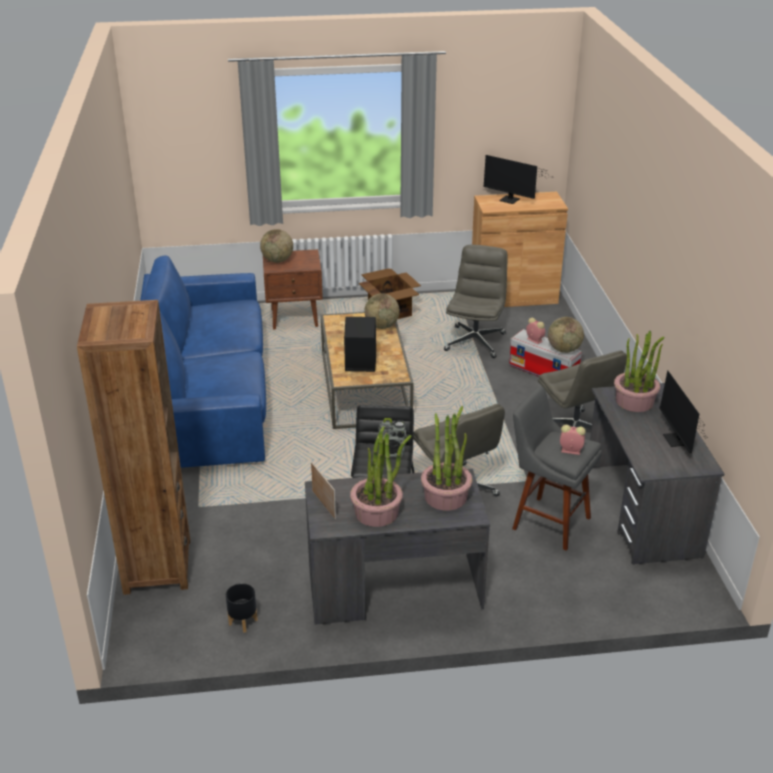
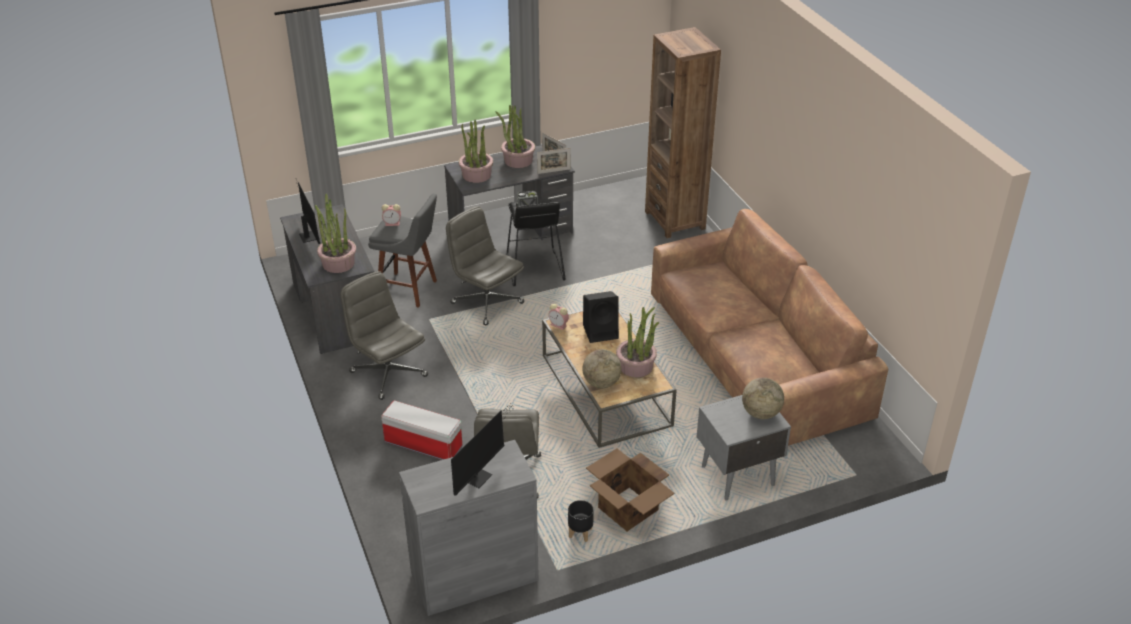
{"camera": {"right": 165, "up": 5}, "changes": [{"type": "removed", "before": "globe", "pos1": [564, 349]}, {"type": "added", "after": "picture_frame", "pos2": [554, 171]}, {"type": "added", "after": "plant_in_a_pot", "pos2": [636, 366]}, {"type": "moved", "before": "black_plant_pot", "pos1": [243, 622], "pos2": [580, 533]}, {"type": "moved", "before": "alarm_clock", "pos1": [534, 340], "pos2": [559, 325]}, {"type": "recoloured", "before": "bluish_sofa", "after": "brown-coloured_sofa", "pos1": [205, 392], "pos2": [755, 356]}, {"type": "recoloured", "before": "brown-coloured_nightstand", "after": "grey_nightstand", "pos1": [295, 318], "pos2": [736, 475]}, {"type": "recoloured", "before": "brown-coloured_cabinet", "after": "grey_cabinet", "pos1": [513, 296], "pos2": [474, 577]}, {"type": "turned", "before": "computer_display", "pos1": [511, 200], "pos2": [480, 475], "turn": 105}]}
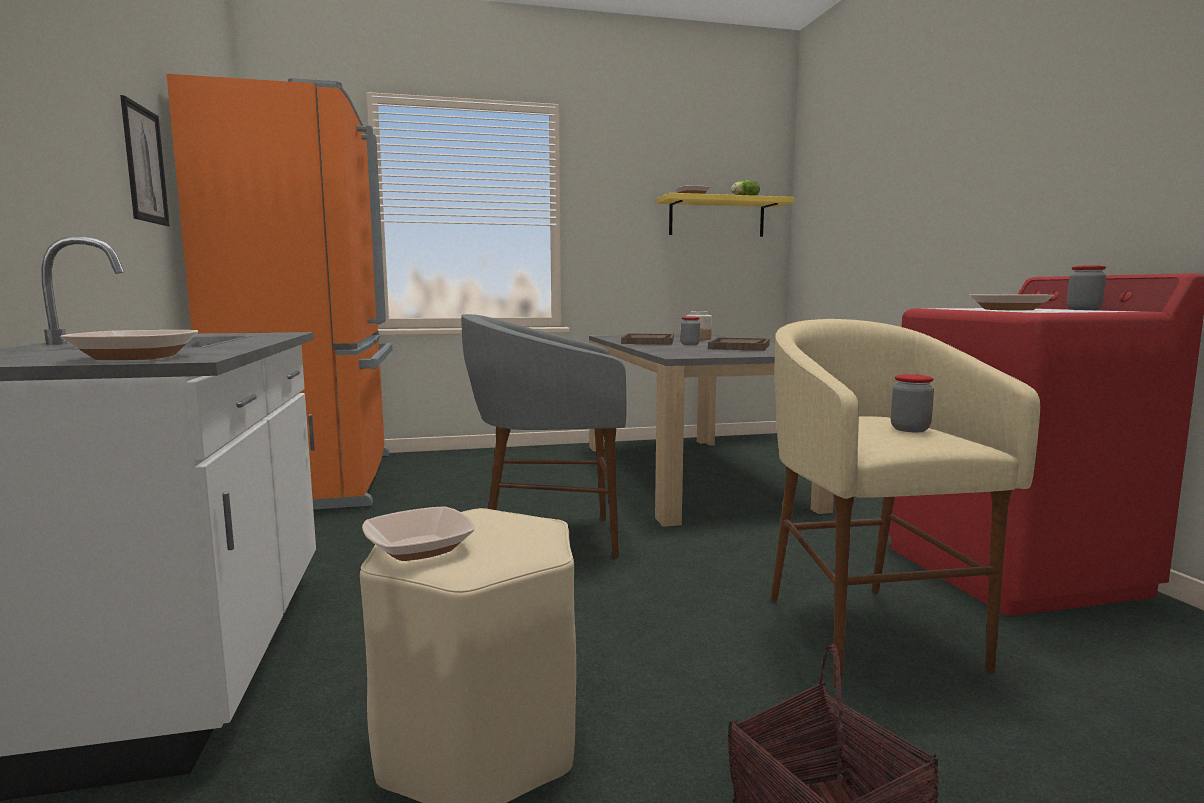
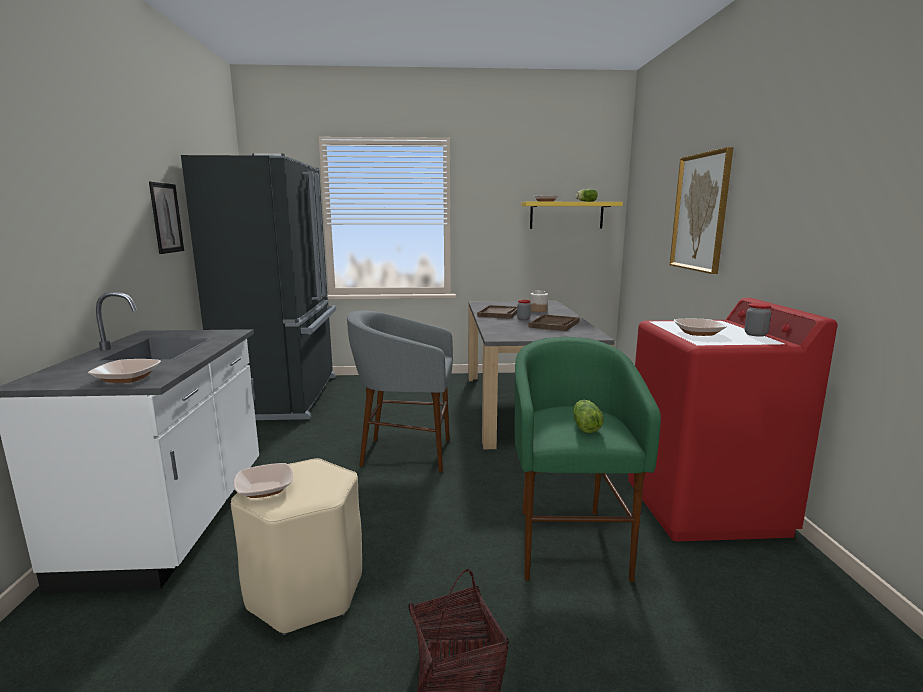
{"camera": {"right": 10, "up": 5}, "changes": [{"type": "added", "after": "wall_picture", "pos2": [700, 212]}, {"type": "replaced", "before": "jar", "after": "lettuce_head", "pos1": [910, 429], "pos2": [585, 426]}, {"type": "recoloured", "before": "orangey_kitchen_fridge", "after": "black_kitchen_fridge", "pos1": [318, 481], "pos2": [285, 396]}, {"type": "recoloured", "before": "sand-coloured_stool", "after": "green_stool", "pos1": [864, 631], "pos2": [568, 543]}]}
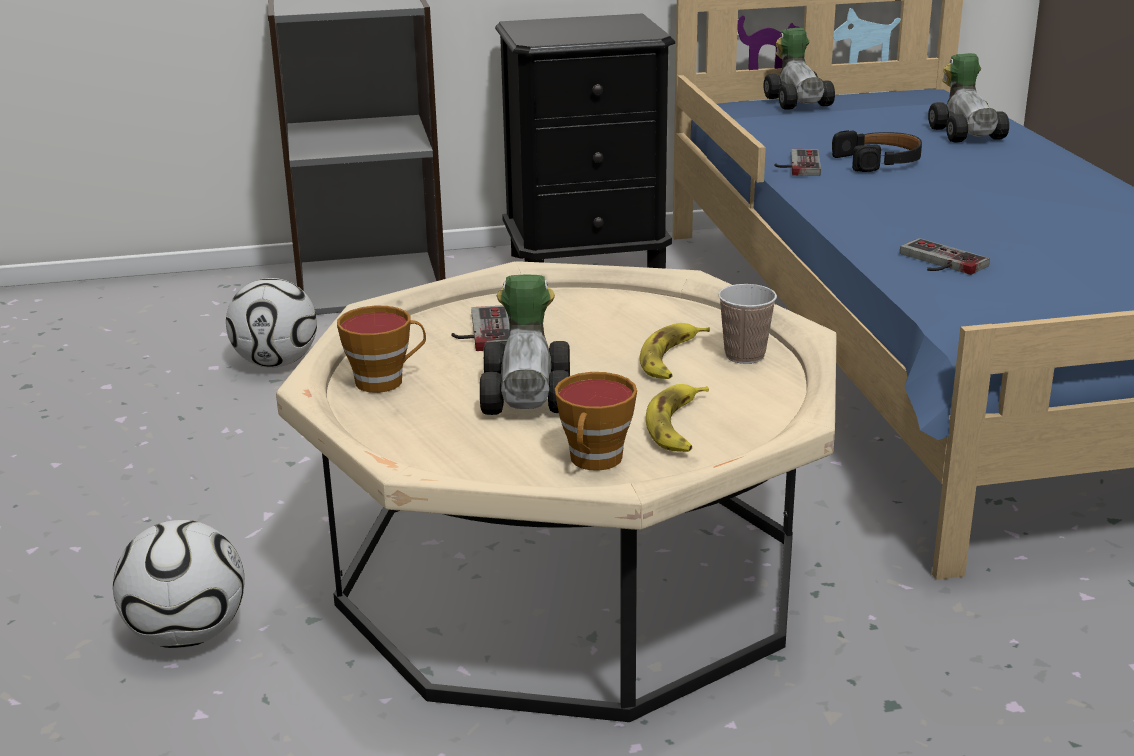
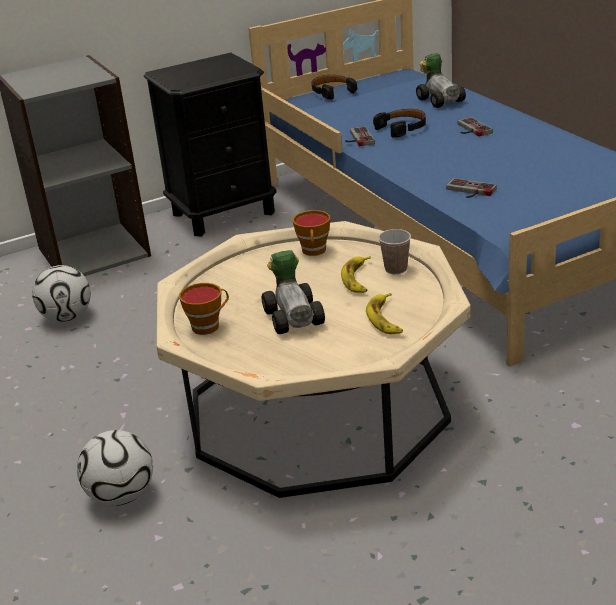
{"camera": {"right": -15, "up": 5}, "changes": [{"type": "moved", "before": "game_controller", "pos1": [480, 332], "pos2": [470, 129]}, {"type": "moved", "before": "cup", "pos1": [595, 461], "pos2": [314, 251]}, {"type": "replaced", "before": "miniature_car", "after": "black_pair_of_headphones", "pos1": [798, 101], "pos2": [332, 91]}]}
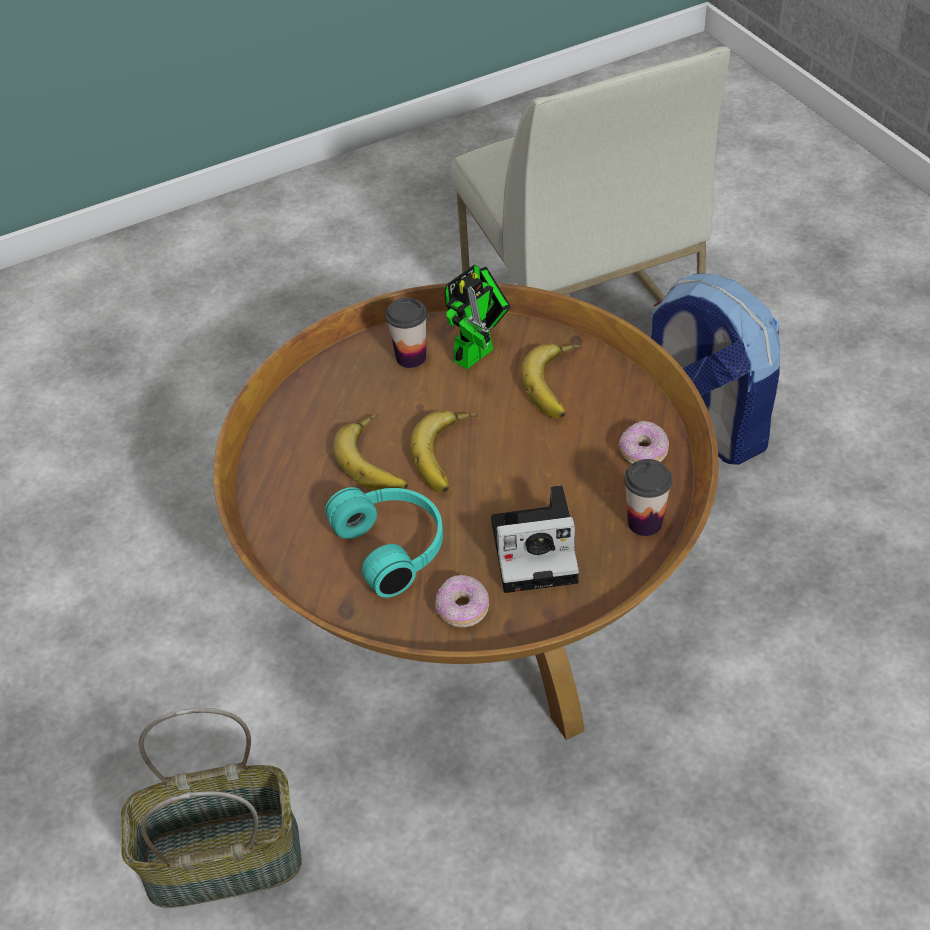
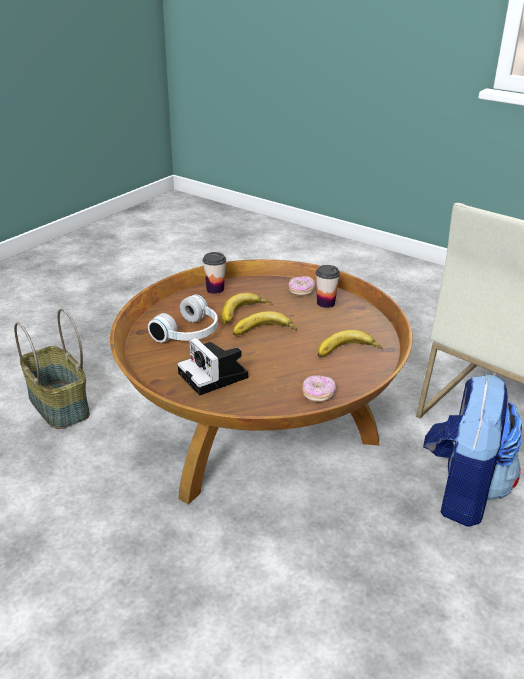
{"camera": {"right": 60, "up": -15}, "changes": [{"type": "removed", "before": "model_robot", "pos1": [478, 351]}, {"type": "moved", "before": "doughnut", "pos1": [462, 609], "pos2": [301, 291]}, {"type": "moved", "before": "cup", "pos1": [644, 522], "pos2": [215, 289]}, {"type": "recoloured", "before": "blue-green_pair_of_headphones", "after": "white_pair_of_headphones", "pos1": [394, 546], "pos2": [190, 333]}]}
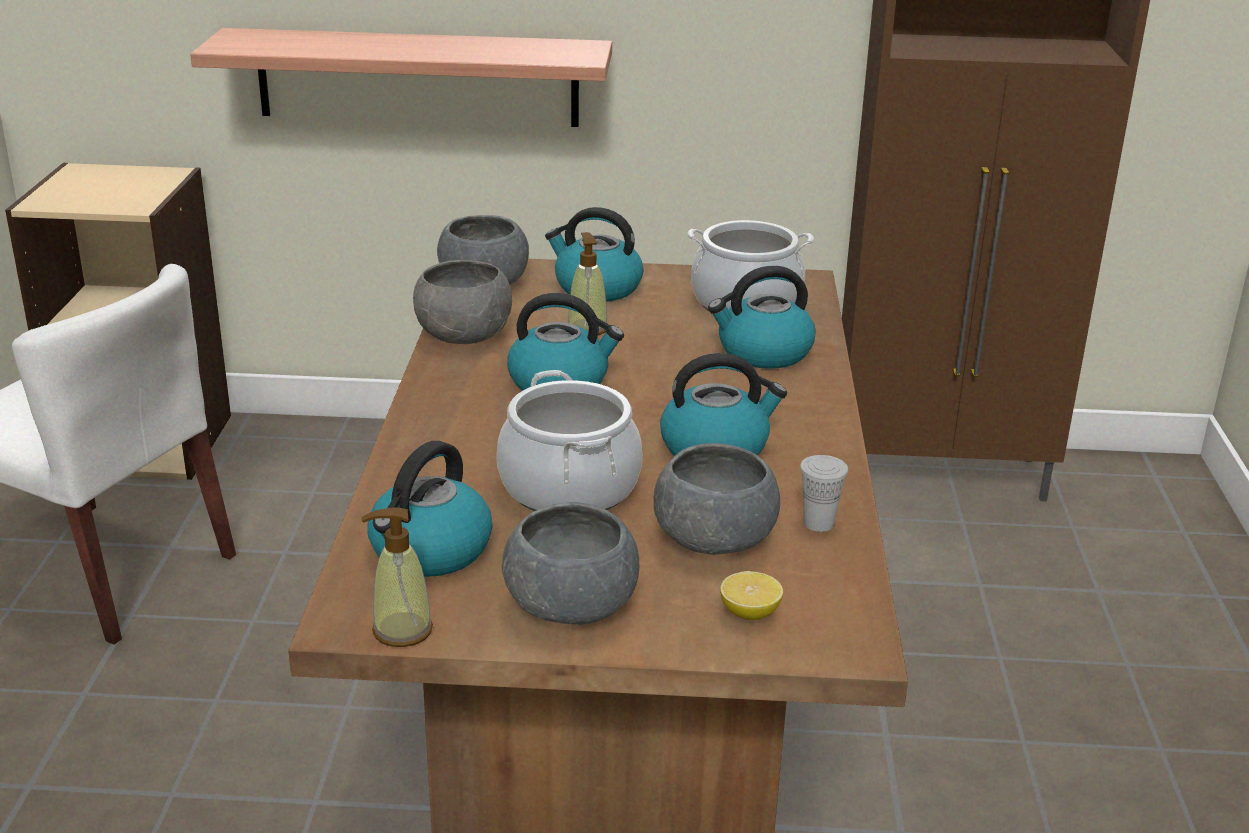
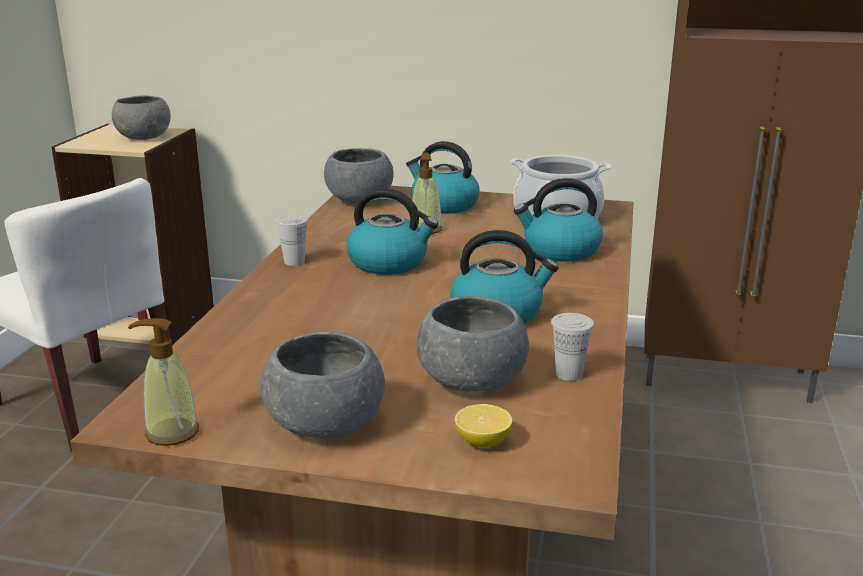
{"camera": {"right": 10, "up": -5}, "changes": [{"type": "removed", "before": "wall_shelf", "pos1": [418, 77]}, {"type": "removed", "before": "water_kettle", "pos1": [430, 551]}, {"type": "removed", "before": "stockpot", "pos1": [569, 487]}, {"type": "added", "after": "white_cup", "pos2": [294, 261]}, {"type": "moved", "before": "grey_deep_dish", "pos1": [465, 336], "pos2": [144, 137]}]}
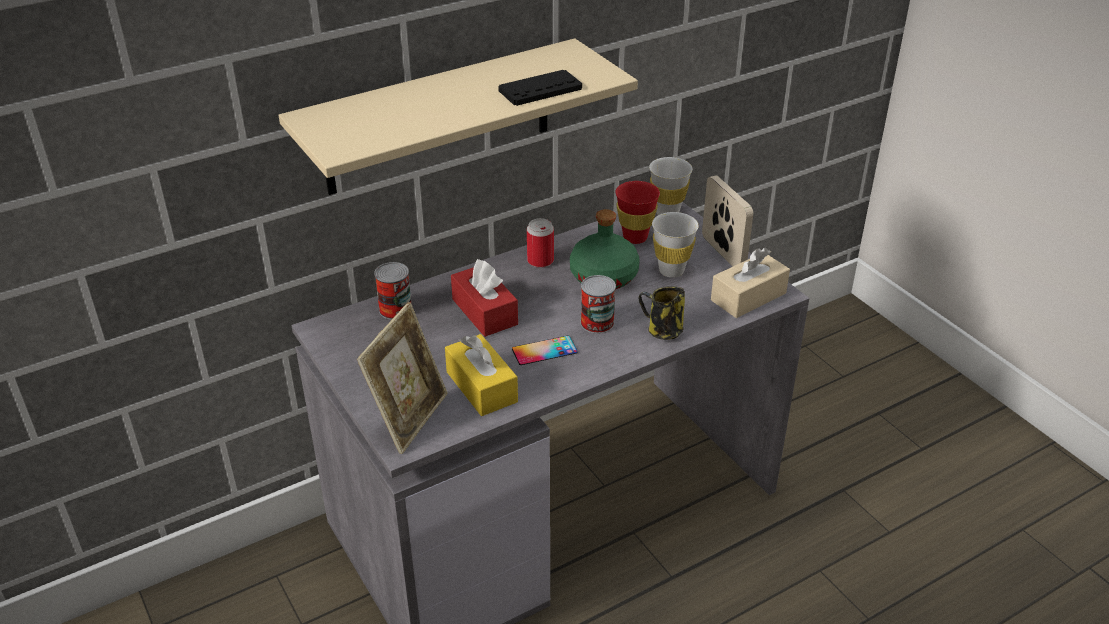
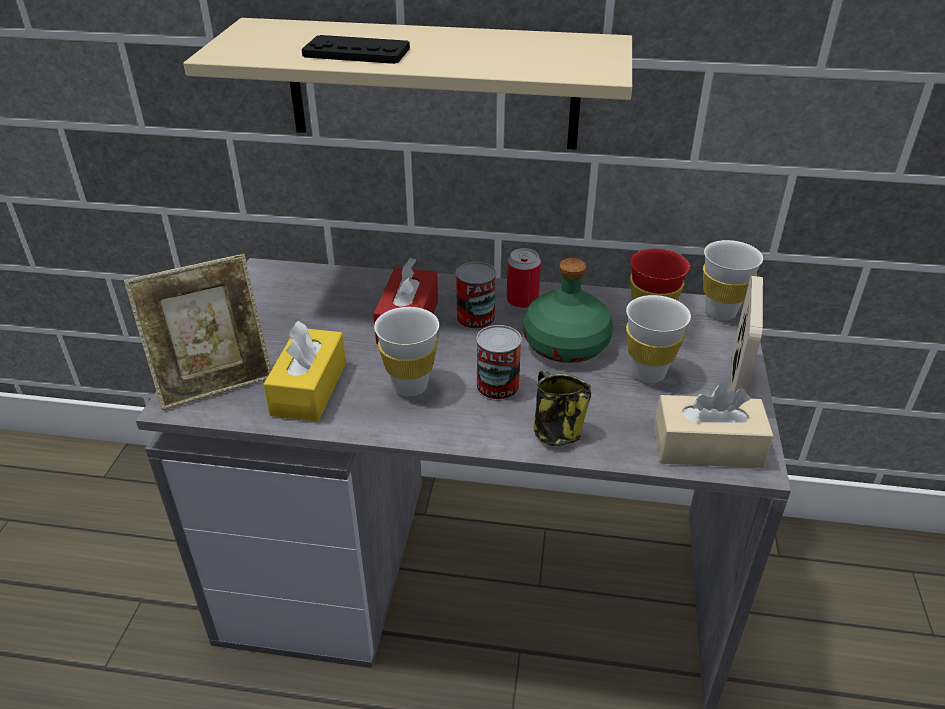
{"camera": {"right": 40, "up": 0}, "changes": [{"type": "moved", "before": "can", "pos1": [395, 309], "pos2": [475, 318]}, {"type": "moved", "before": "black_game_controller", "pos1": [540, 89], "pos2": [356, 52]}, {"type": "replaced", "before": "telephone", "after": "white_cup", "pos1": [544, 351], "pos2": [410, 386]}]}
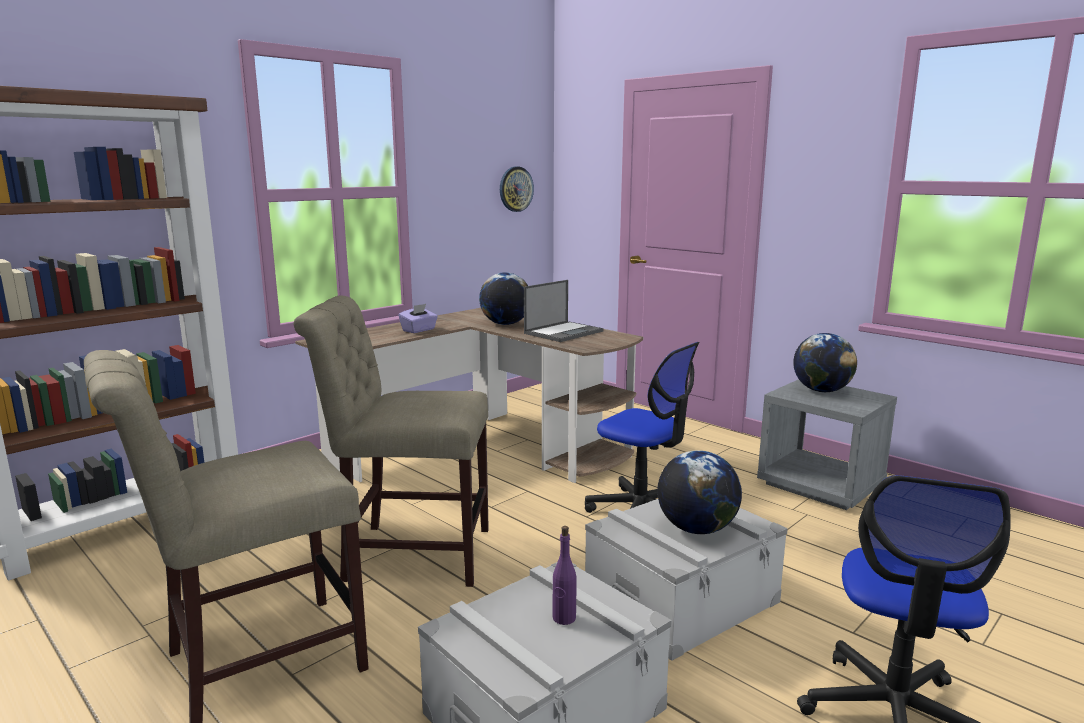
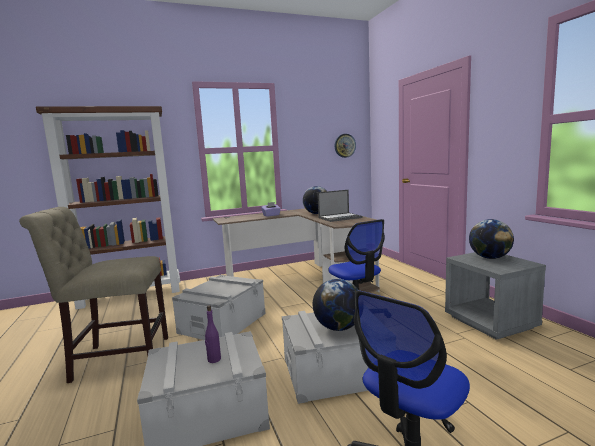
{"camera": {"right": 25, "up": -5}, "changes": [{"type": "replaced", "before": "sand-coloured_upright_chair", "after": "grey_storage_bin", "pos1": [409, 553], "pos2": [223, 323]}]}
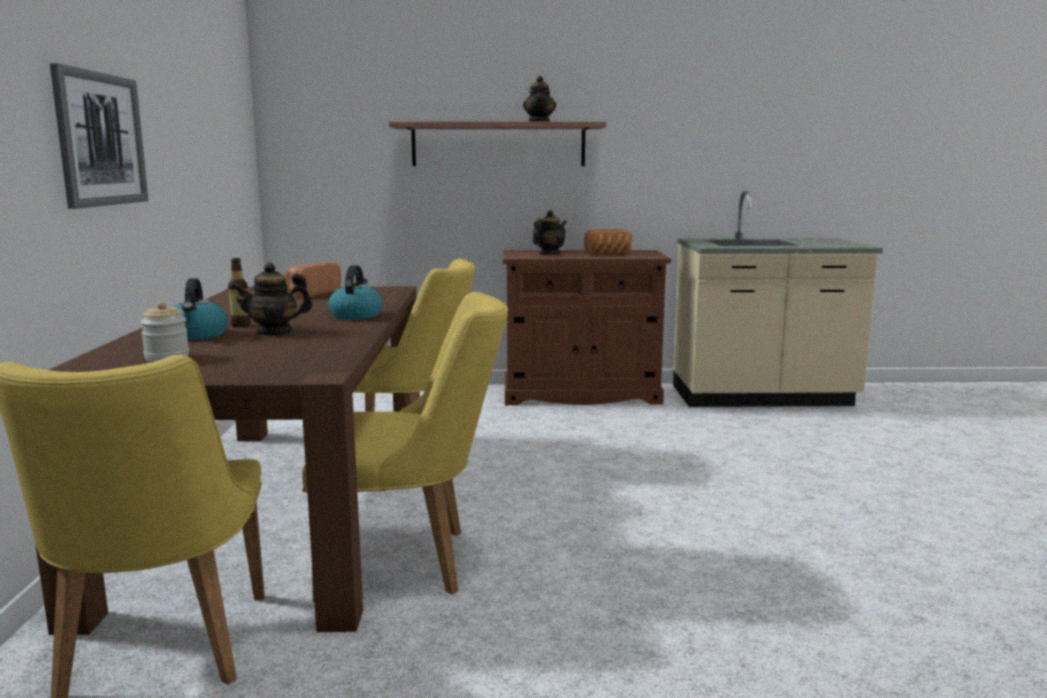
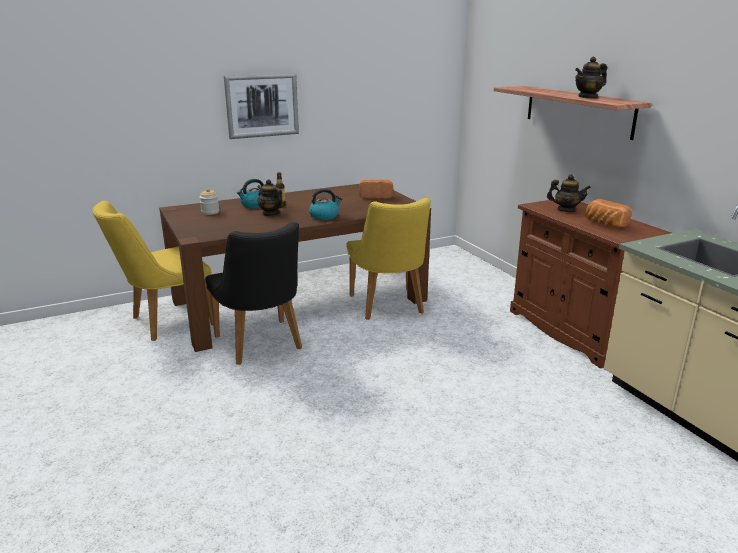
{"camera": {"right": 65, "up": 10}, "changes": [{"type": "recoloured", "before": "yellow-coloured_upright_chair", "after": "black_upright_chair", "pos1": [411, 561], "pos2": [262, 345]}]}
